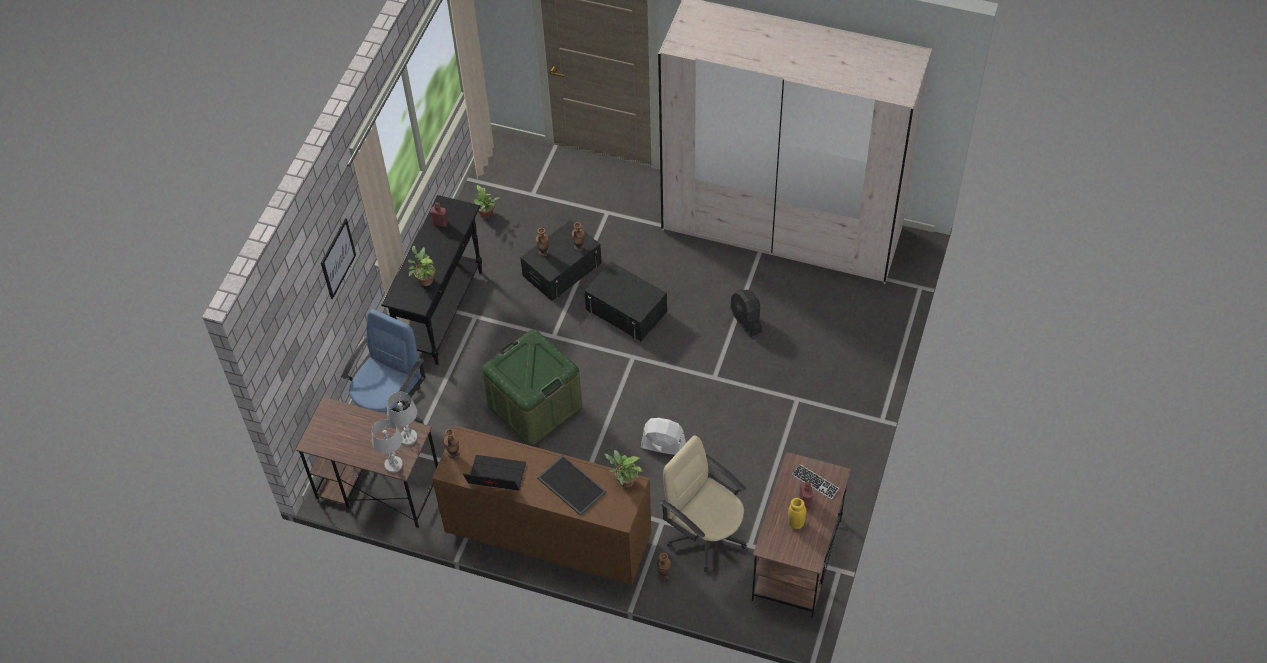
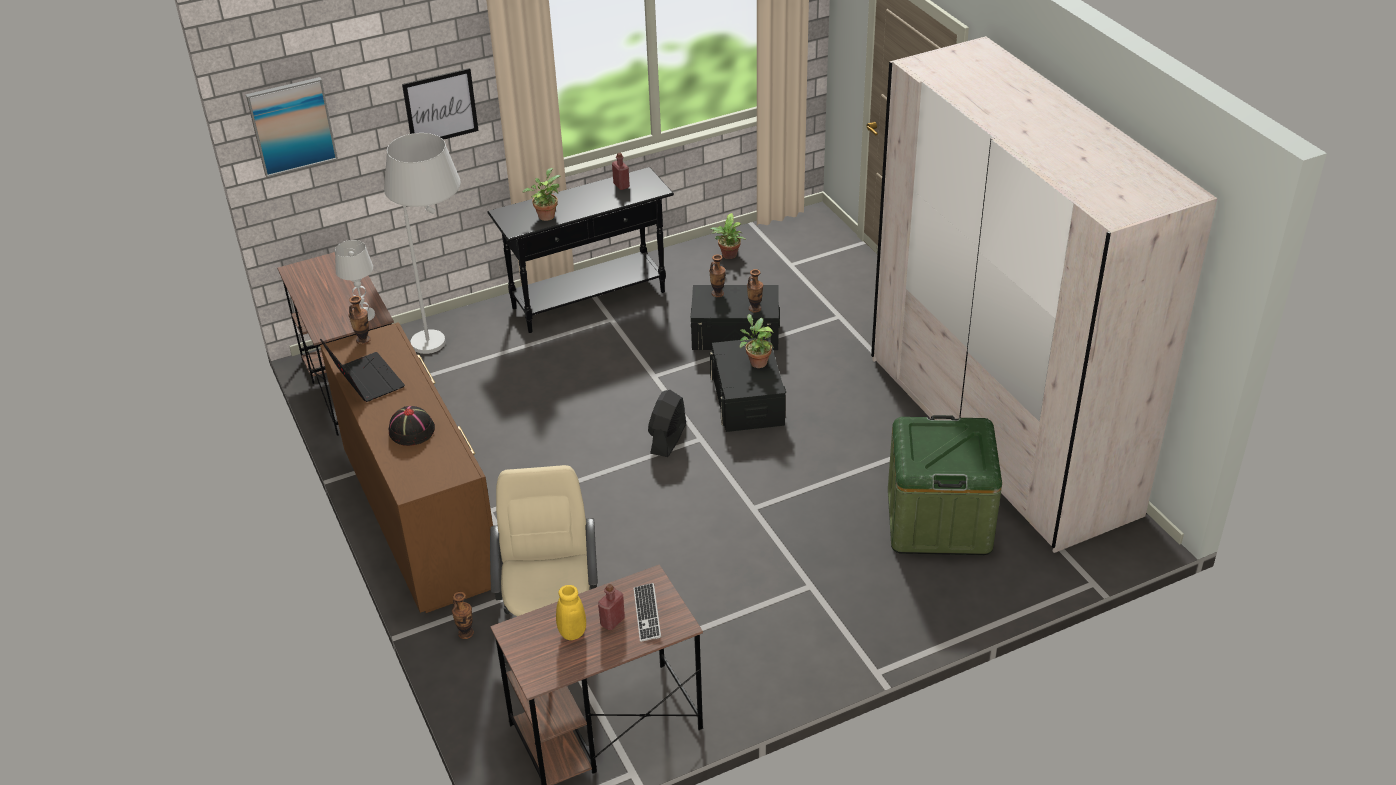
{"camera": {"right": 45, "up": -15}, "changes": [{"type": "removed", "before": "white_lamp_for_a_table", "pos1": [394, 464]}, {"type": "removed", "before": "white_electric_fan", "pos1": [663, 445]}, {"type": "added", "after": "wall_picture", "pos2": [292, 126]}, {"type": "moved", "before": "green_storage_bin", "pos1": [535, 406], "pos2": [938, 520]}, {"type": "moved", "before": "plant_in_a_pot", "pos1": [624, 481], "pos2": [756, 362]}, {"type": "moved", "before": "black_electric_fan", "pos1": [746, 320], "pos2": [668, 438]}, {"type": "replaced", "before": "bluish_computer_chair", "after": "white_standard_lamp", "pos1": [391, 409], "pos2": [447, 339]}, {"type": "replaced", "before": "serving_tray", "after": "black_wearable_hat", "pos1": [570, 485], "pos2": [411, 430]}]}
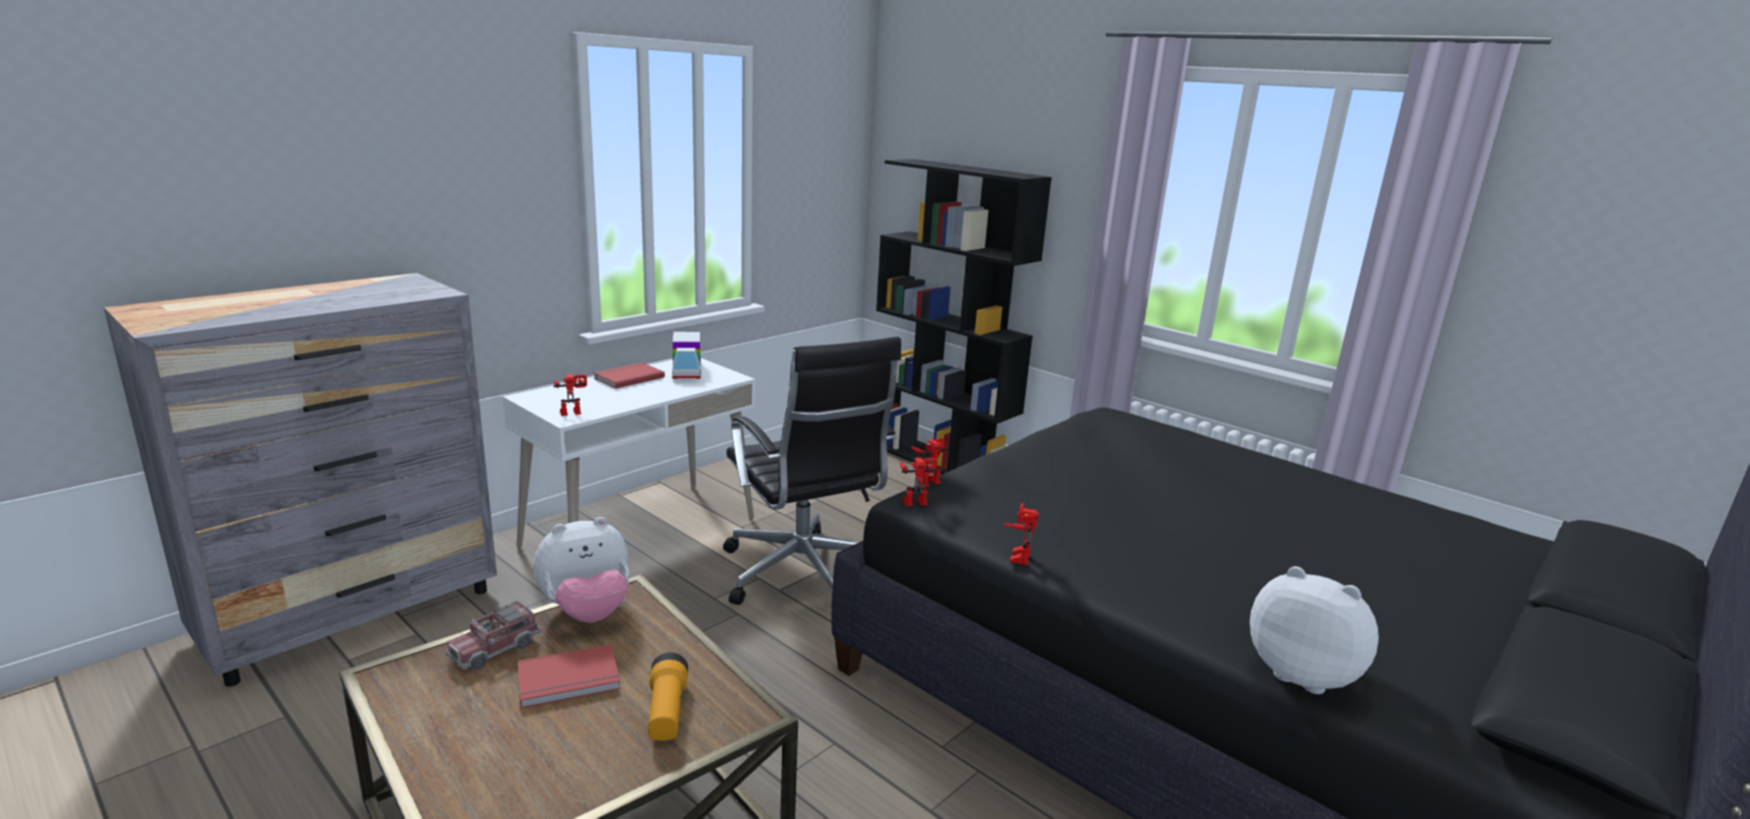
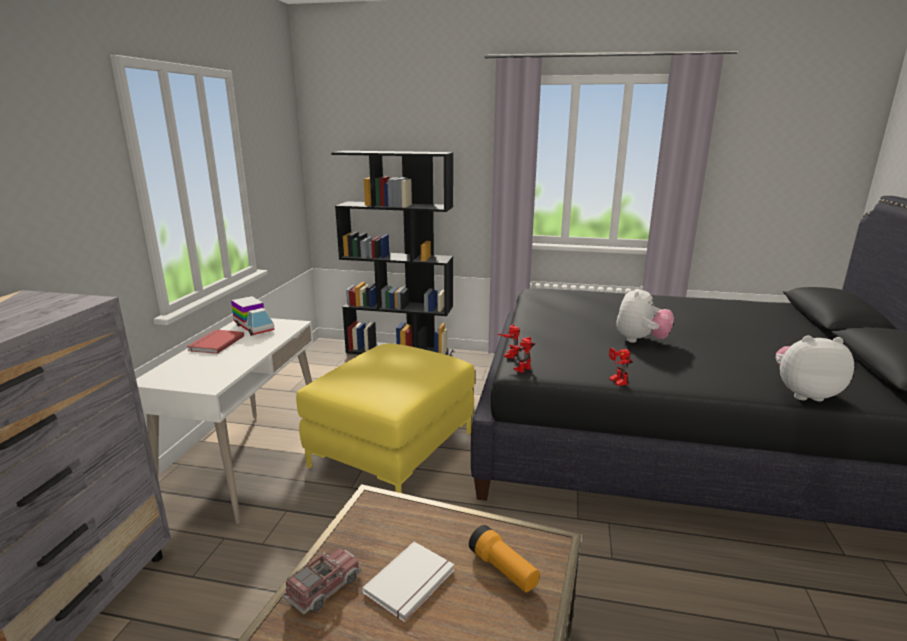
{"camera": {"right": -30, "up": 0}, "changes": [{"type": "removed", "before": "model_robot", "pos1": [571, 411]}, {"type": "moved", "before": "soft_toy", "pos1": [587, 612], "pos2": [640, 340]}, {"type": "replaced", "before": "black_computer_chair", "after": "yellow-coloured_footrest", "pos1": [804, 575], "pos2": [393, 449]}, {"type": "recoloured", "before": "reddish_book", "after": "white_book", "pos1": [569, 681], "pos2": [412, 583]}, {"type": "turned", "before": "toy_truck", "pos1": [494, 649], "pos2": [324, 588], "turn": -150}]}
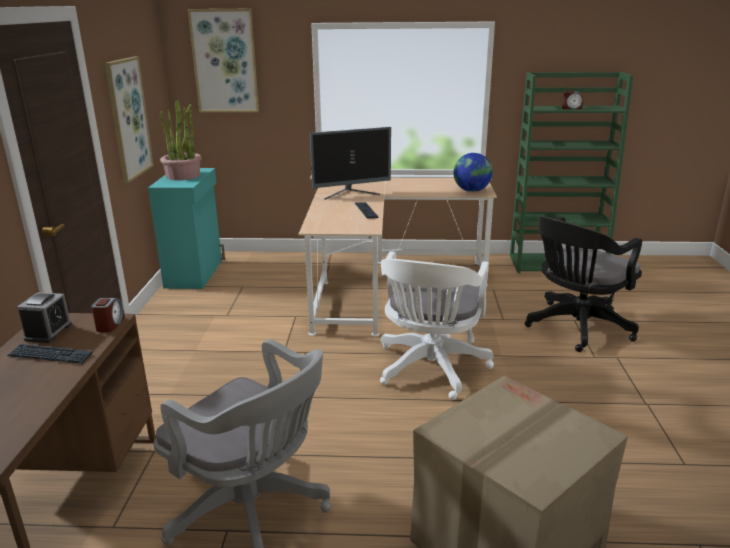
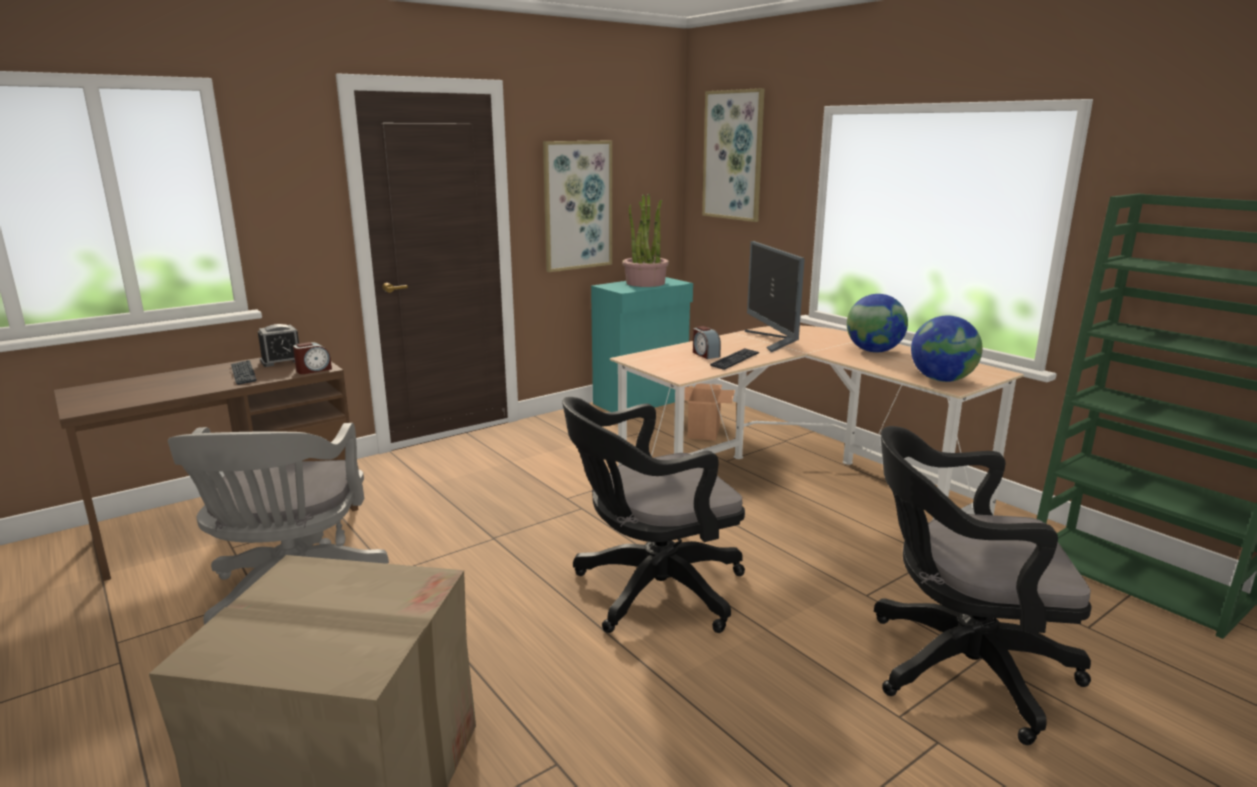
{"camera": {"right": 50, "up": -5}, "changes": [{"type": "added", "after": "packing_box", "pos2": [703, 432]}, {"type": "added", "after": "globe", "pos2": [874, 351]}, {"type": "moved", "before": "alarm_clock", "pos1": [571, 108], "pos2": [705, 354]}, {"type": "recoloured", "before": "white_computer_chair", "after": "black_computer_chair", "pos1": [430, 370], "pos2": [651, 591]}, {"type": "turned", "before": "computer_display", "pos1": [351, 194], "pos2": [774, 341], "turn": 45}]}
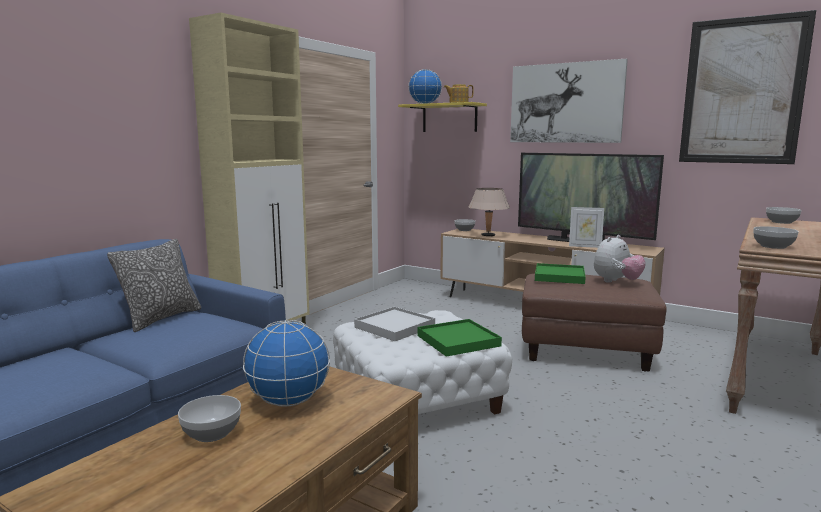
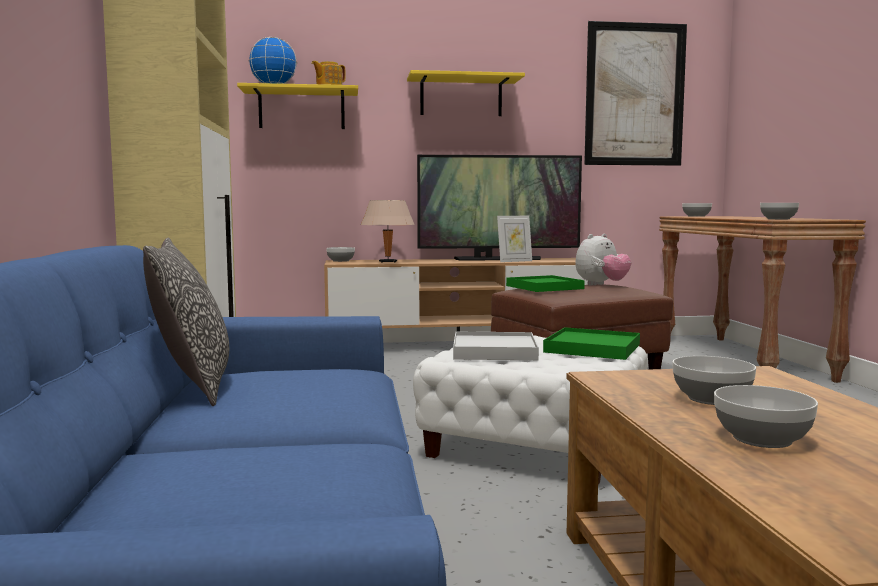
{"camera": {"right": -40, "up": -5}, "changes": [{"type": "replaced", "before": "globe", "after": "deep_dish", "pos1": [289, 401], "pos2": [711, 398]}, {"type": "replaced", "before": "wall_picture", "after": "yellow-coloured_wall_shelf", "pos1": [565, 103], "pos2": [461, 97]}, {"type": "turned", "before": "soft_toy", "pos1": [616, 282], "pos2": [601, 285], "turn": 45}]}
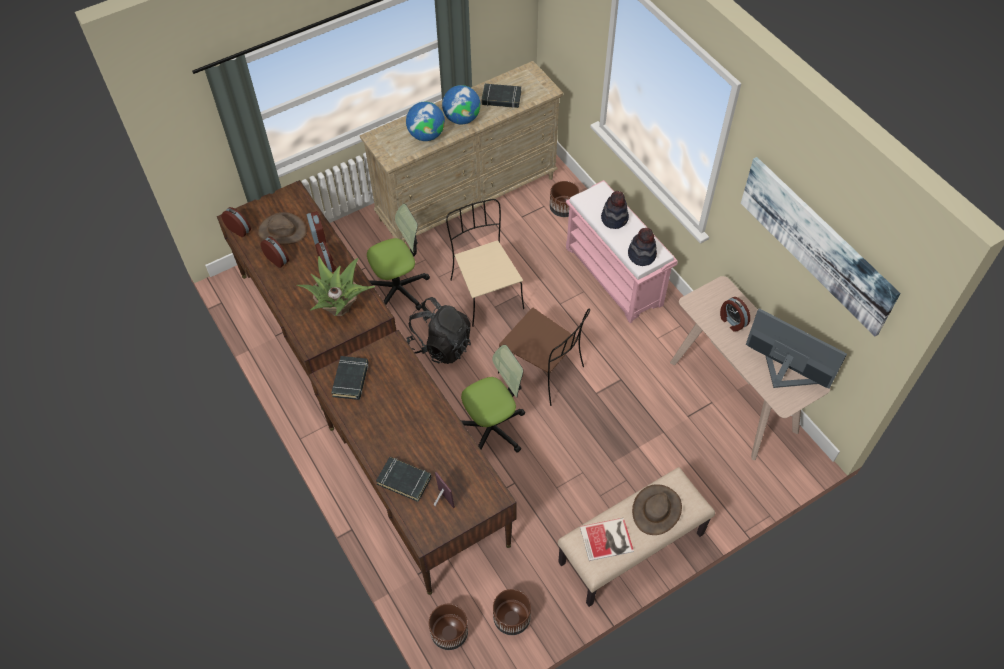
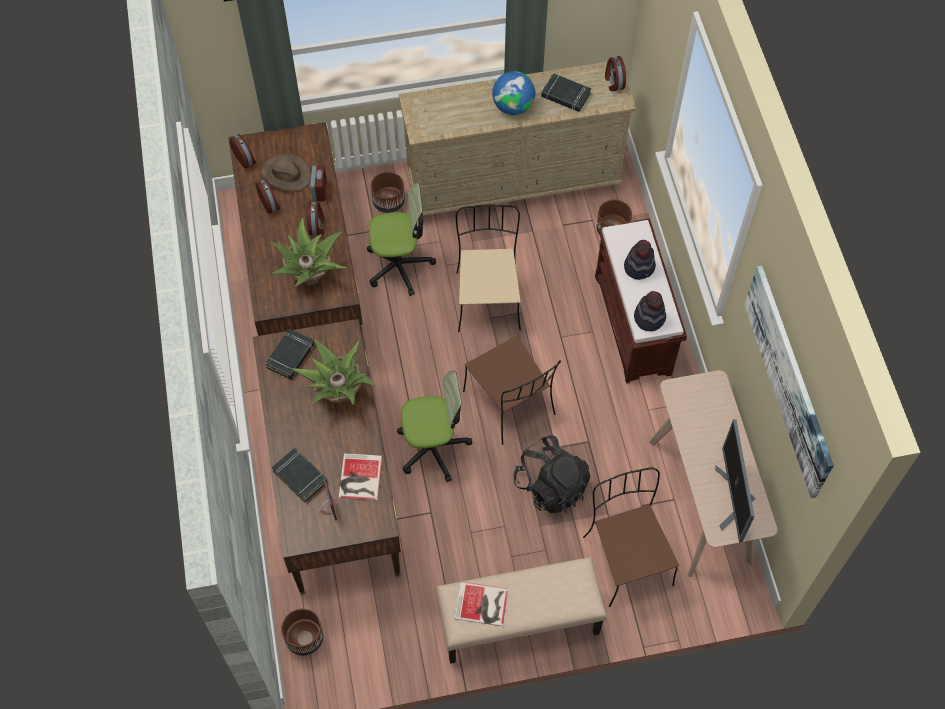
{"camera": {"right": 20, "up": 5}, "changes": [{"type": "removed", "before": "globe", "pos1": [426, 135]}, {"type": "removed", "before": "brown-coloured_wearable_hat", "pos1": [656, 510]}, {"type": "added", "after": "plant_in_a_pot", "pos2": [338, 391]}, {"type": "added", "after": "book", "pos2": [359, 478]}, {"type": "added", "after": "brown-coloured_upright_chair", "pos2": [626, 559]}, {"type": "moved", "before": "black_rucksack", "pos1": [440, 345], "pos2": [551, 486]}, {"type": "moved", "before": "brown-coloured_plant_pot", "pos1": [511, 619], "pos2": [388, 202]}, {"type": "moved", "before": "alarm_clock", "pos1": [732, 321], "pos2": [613, 82]}, {"type": "recoloured", "before": "pink_indoor_bench", "after": "brown-coloured_indoor_bench", "pos1": [614, 276], "pos2": [633, 325]}, {"type": "turned", "before": "computer_display", "pos1": [783, 374], "pos2": [733, 499], "turn": -150}]}
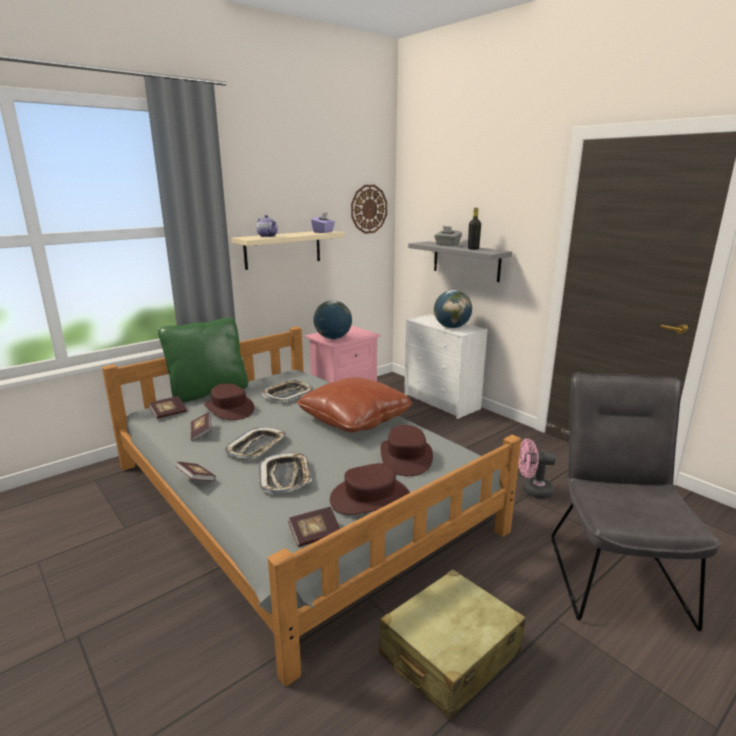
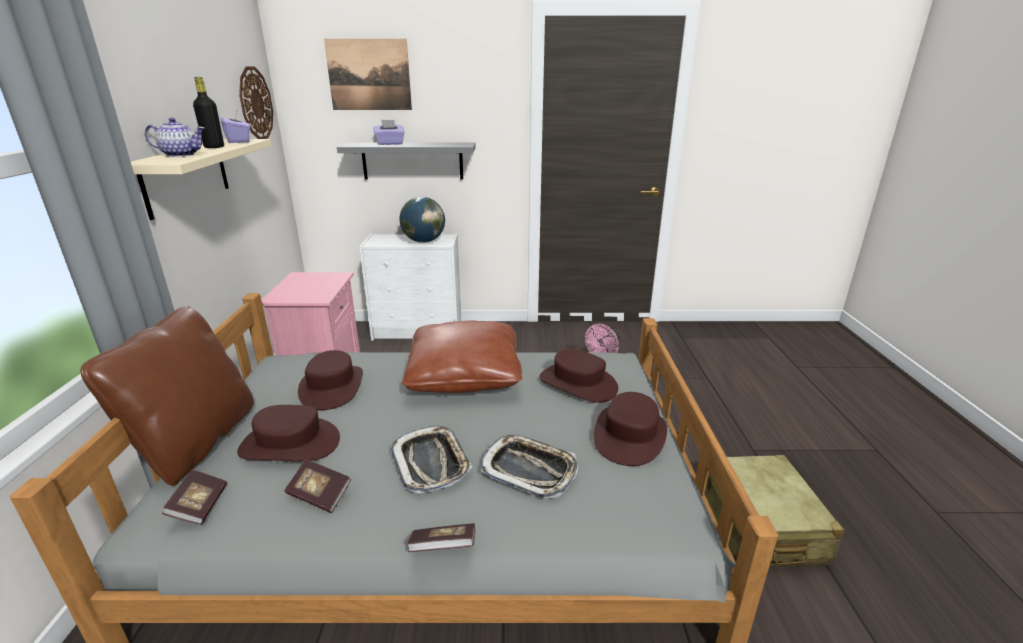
{"camera": {"right": -50, "up": 5}, "changes": [{"type": "removed", "before": "book", "pos1": [315, 535]}, {"type": "removed", "before": "globe", "pos1": [333, 338]}, {"type": "removed", "before": "grey_upright_chair", "pos1": [613, 572]}, {"type": "added", "after": "wall_picture", "pos2": [369, 75]}, {"type": "moved", "before": "black_beverage_bottle", "pos1": [473, 249], "pos2": [214, 147]}, {"type": "replaced", "before": "serving_tray", "after": "brown-coloured_wearable_hat", "pos1": [287, 394], "pos2": [332, 387]}, {"type": "recoloured", "before": "green_throw_pillow", "after": "brown-coloured_throw_pillow", "pos1": [209, 392], "pos2": [196, 442]}, {"type": "recoloured", "before": "grey_tissue_box", "after": "purplish_tissue_box", "pos1": [447, 245], "pos2": [390, 144]}]}
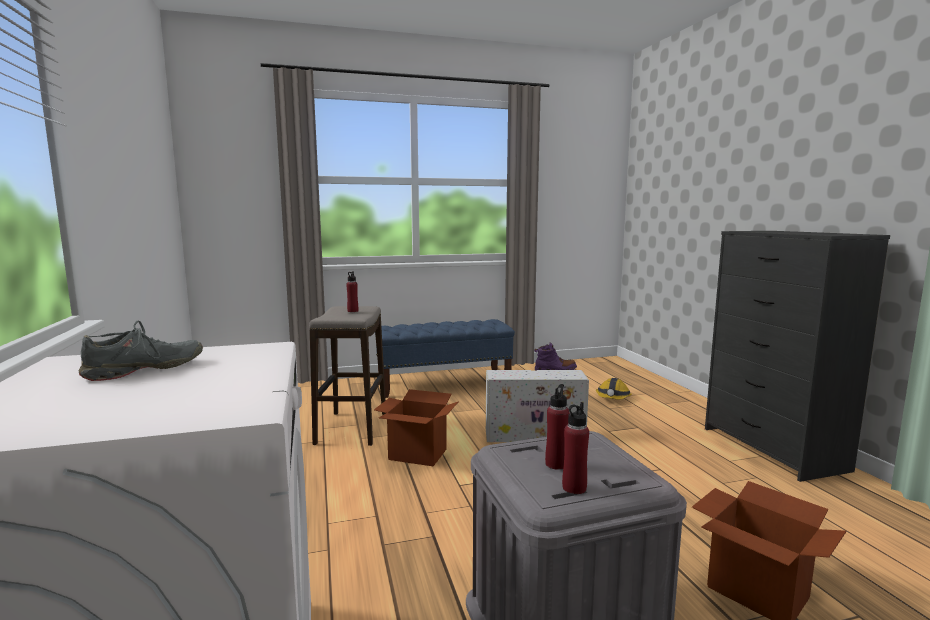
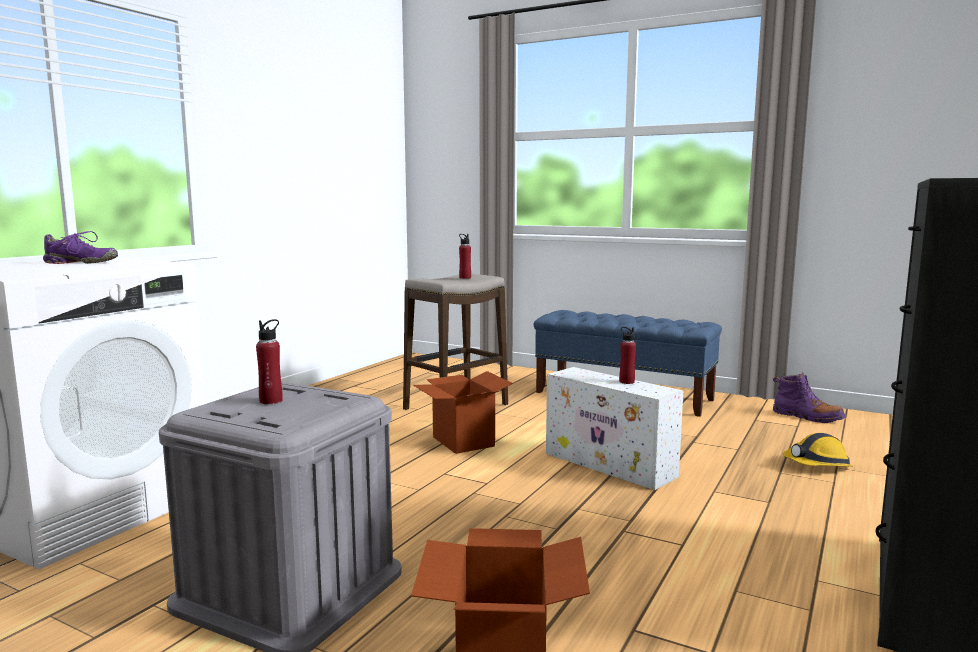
{"camera": {"right": 45, "up": 0}, "changes": [{"type": "moved", "before": "reddish_beverage_bottle", "pos1": [574, 488], "pos2": [626, 382]}, {"type": "recoloured", "before": "grey_item_of_footwear", "after": "purplish_item_of_footwear", "pos1": [145, 370], "pos2": [81, 263]}]}
